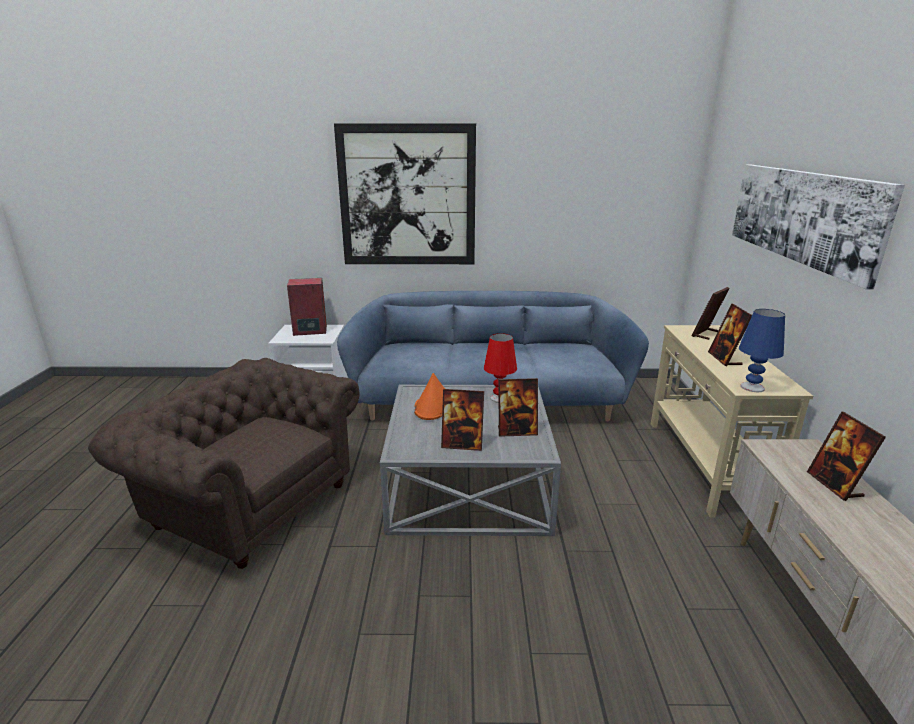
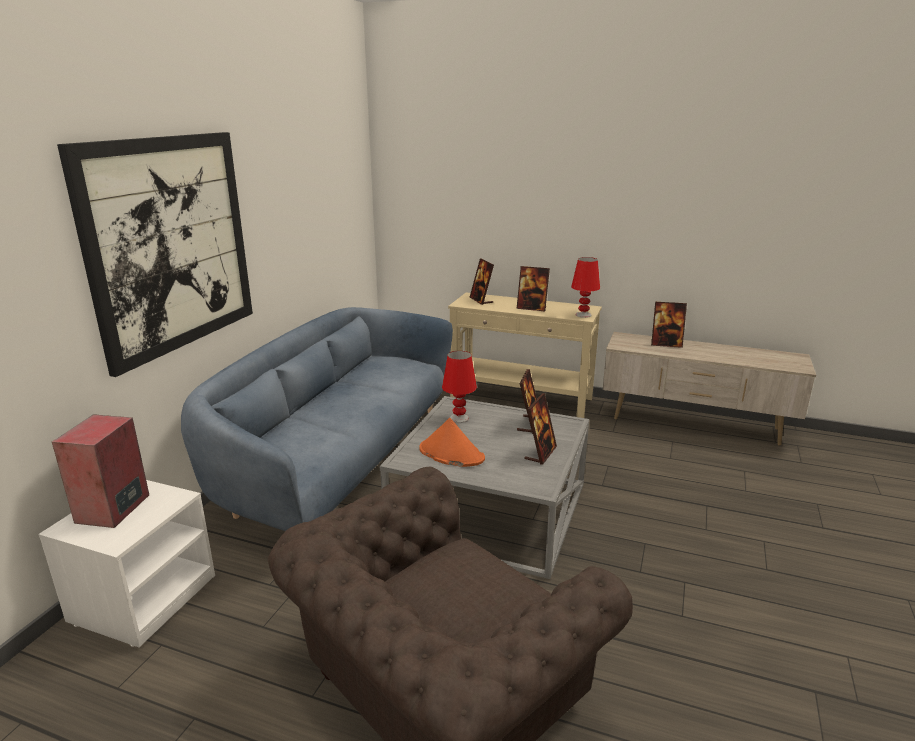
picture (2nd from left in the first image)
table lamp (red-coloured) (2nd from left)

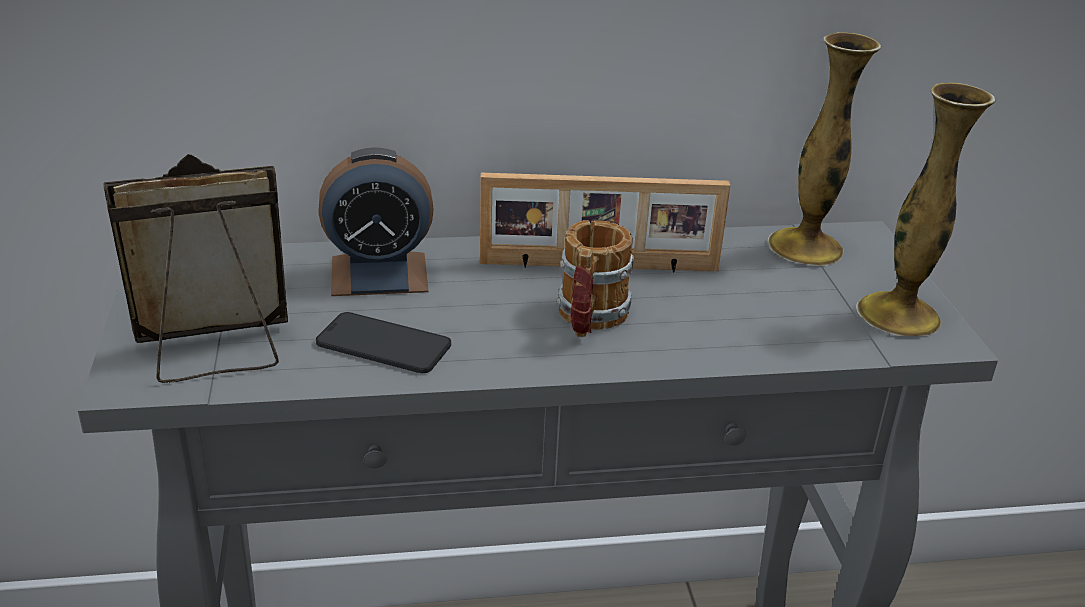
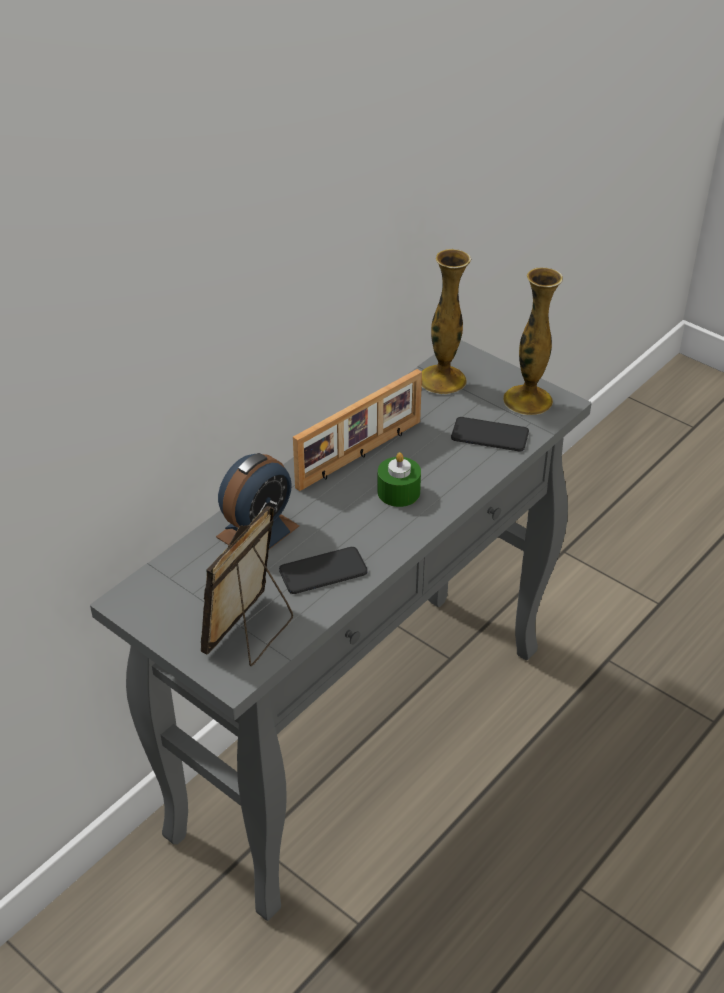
candle (green-coloured)
handset (2nd from left)

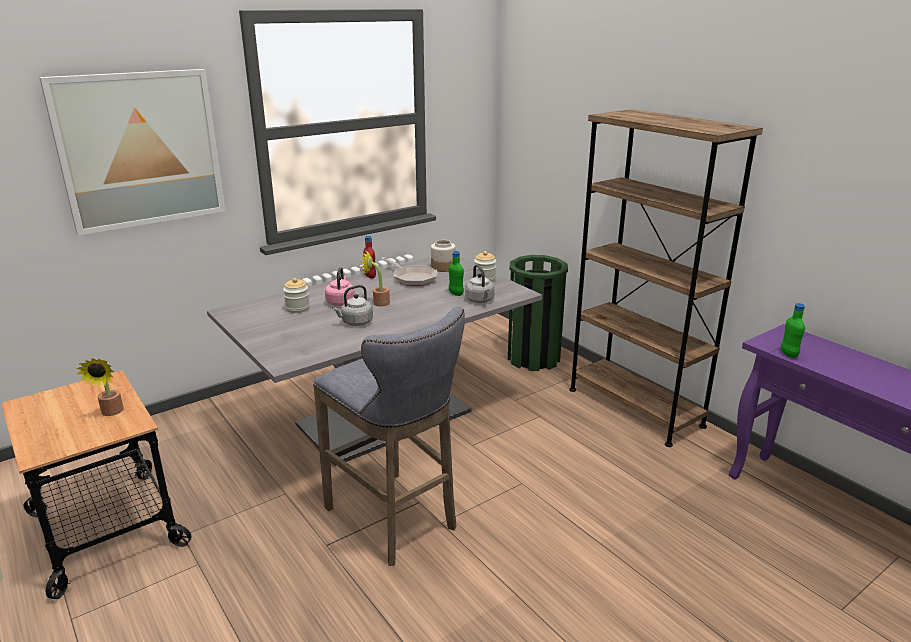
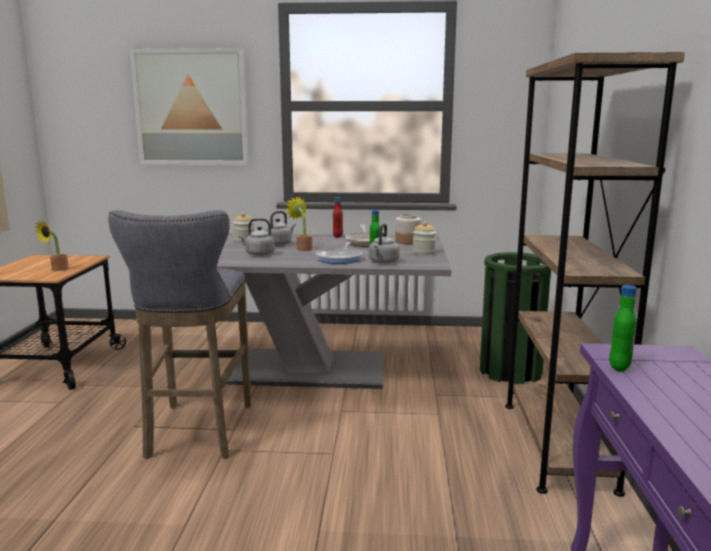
tea kettle (gray) (2nd from left)
pan (1st from left)

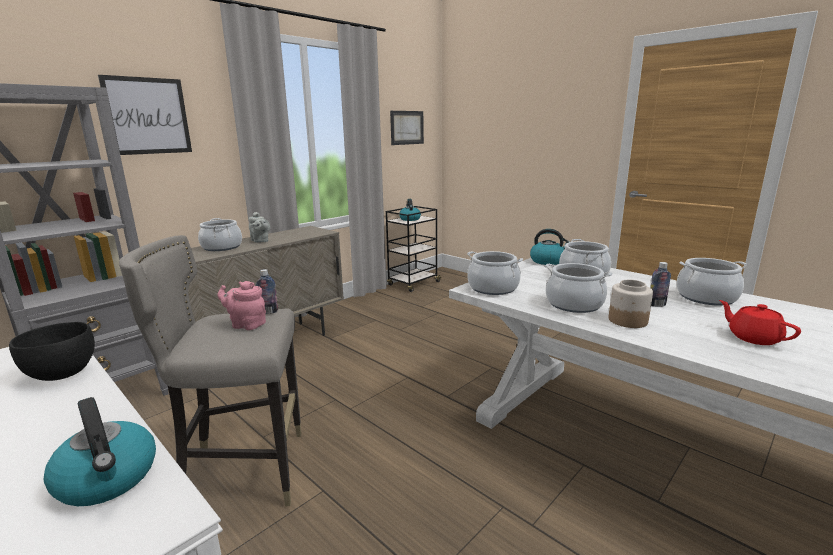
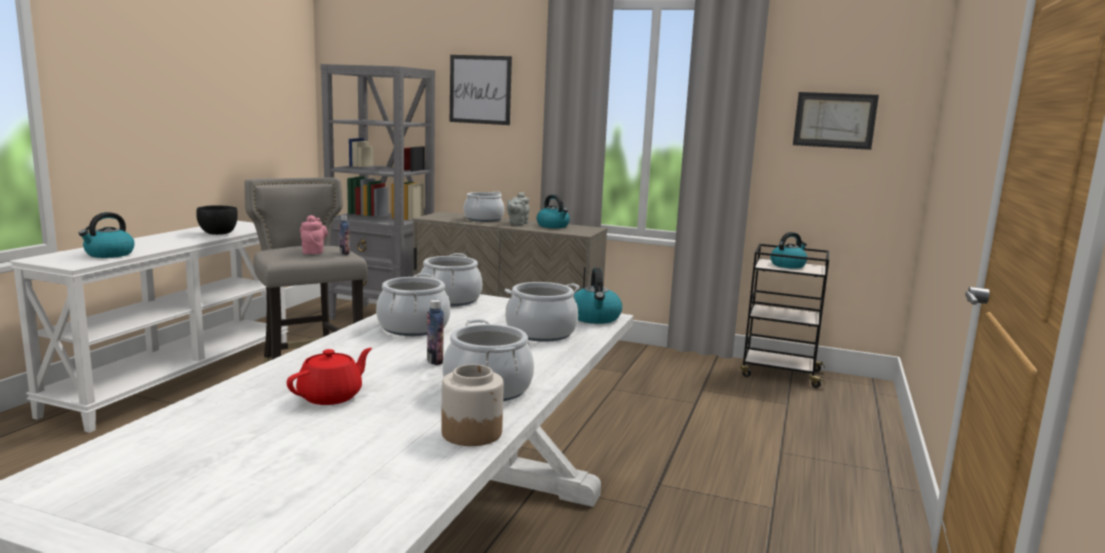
preserve jar
tea kettle (2nd from left)

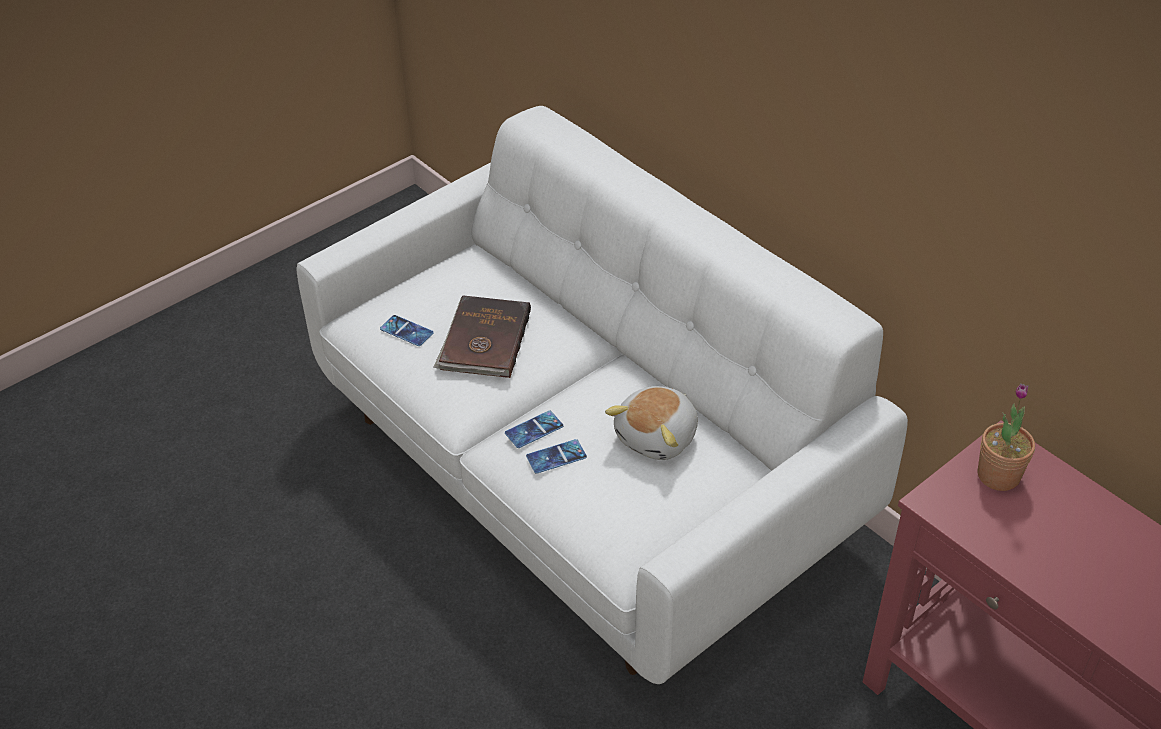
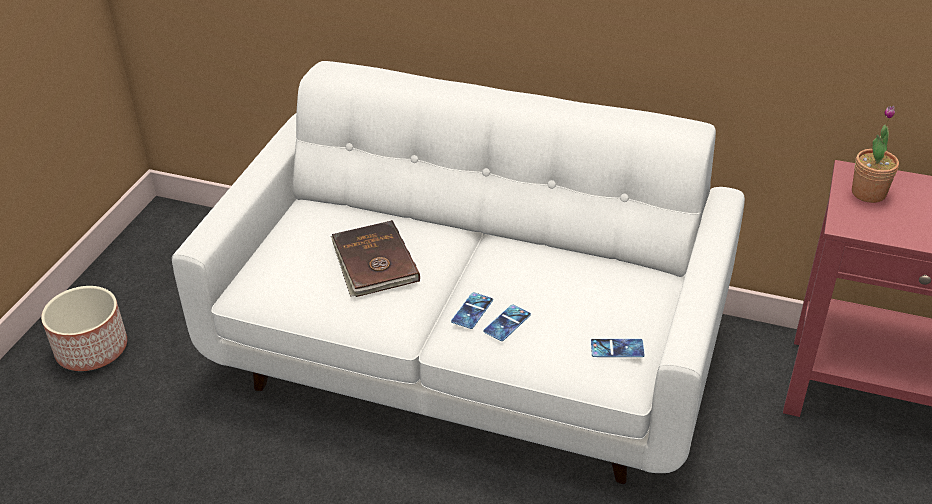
handset (3rd from left)
cuddly toy
planter

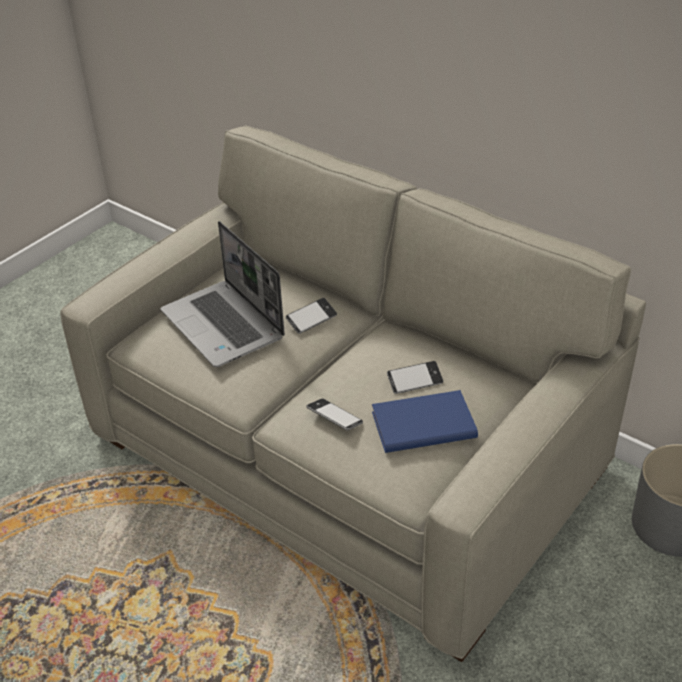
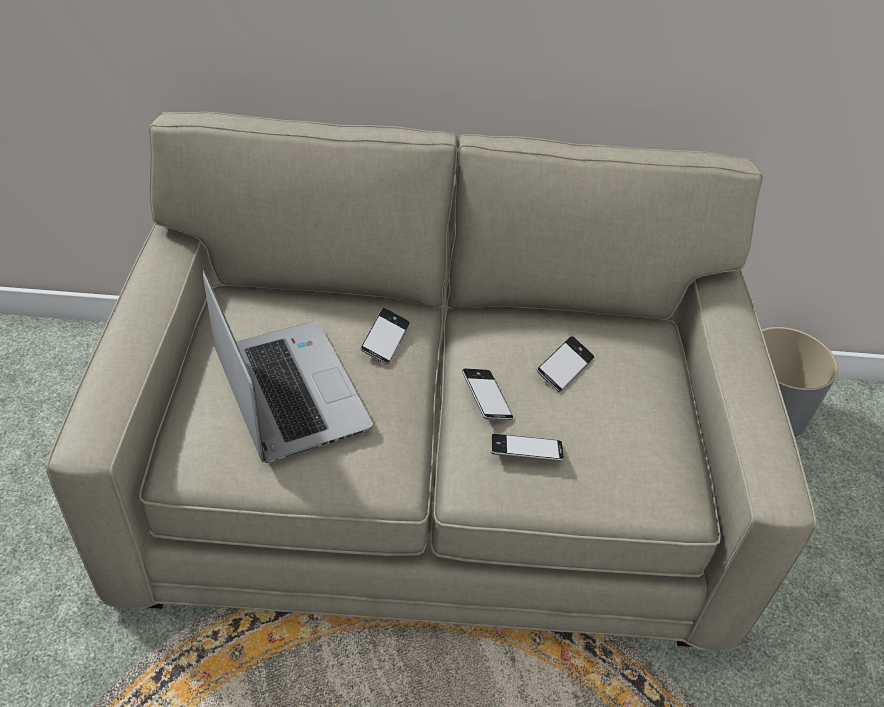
portable computer
book (blue)
handset (2nd from left)

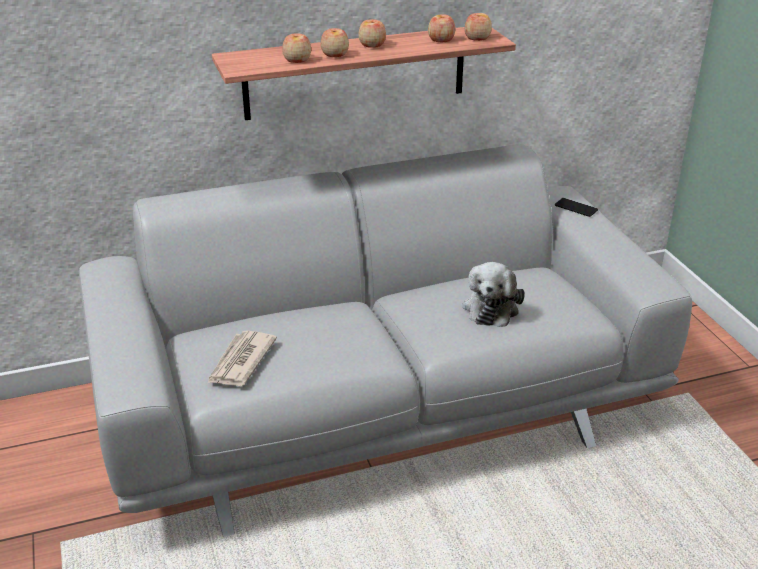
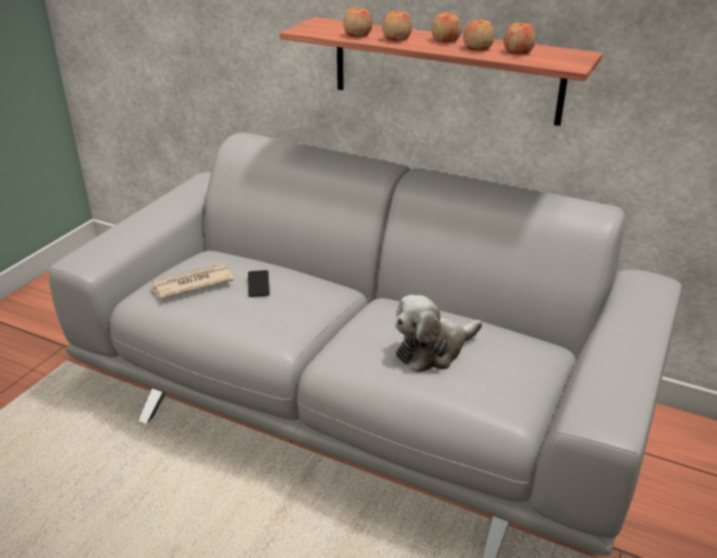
whole apple (4th from left)
handset

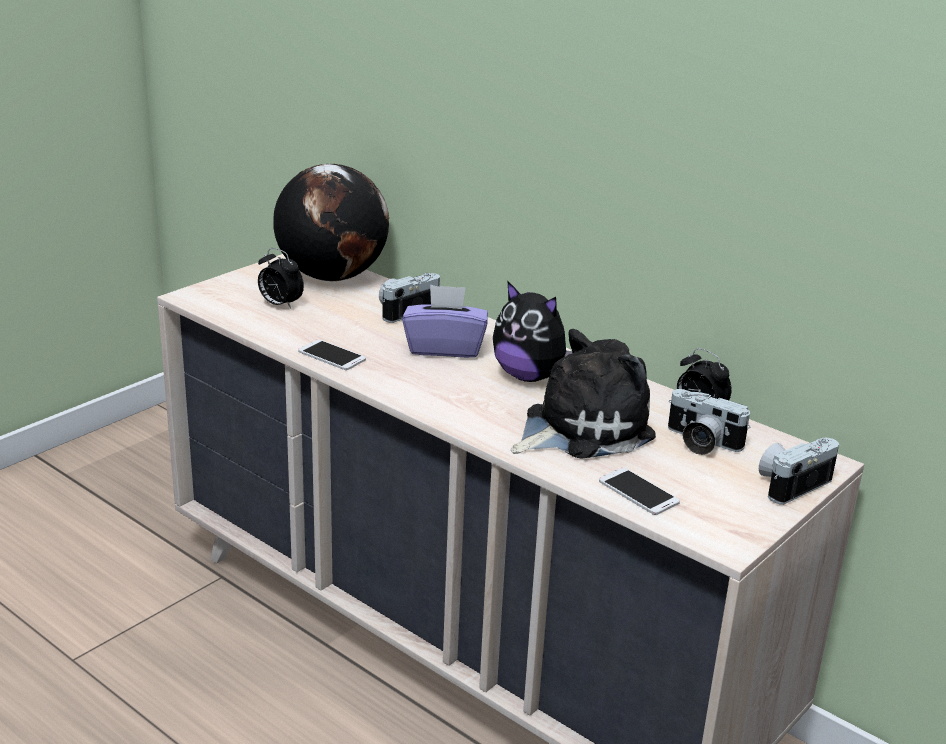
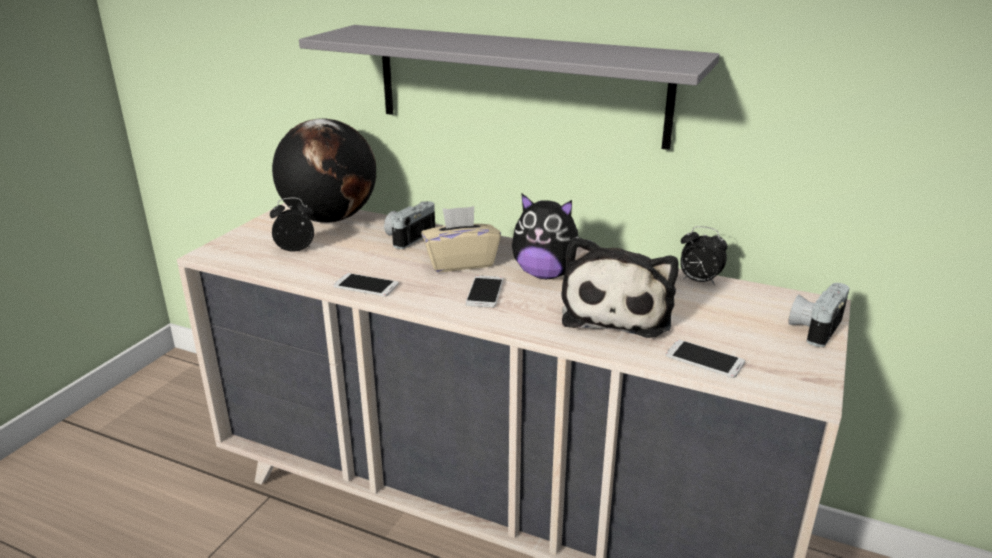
alarm clock (1st from left)
box of tissues (beige)
cuddly toy (2nd from left)
photo camera (2nd from left in the first image)
bracket shelf (gray)
handset (2nd from left)

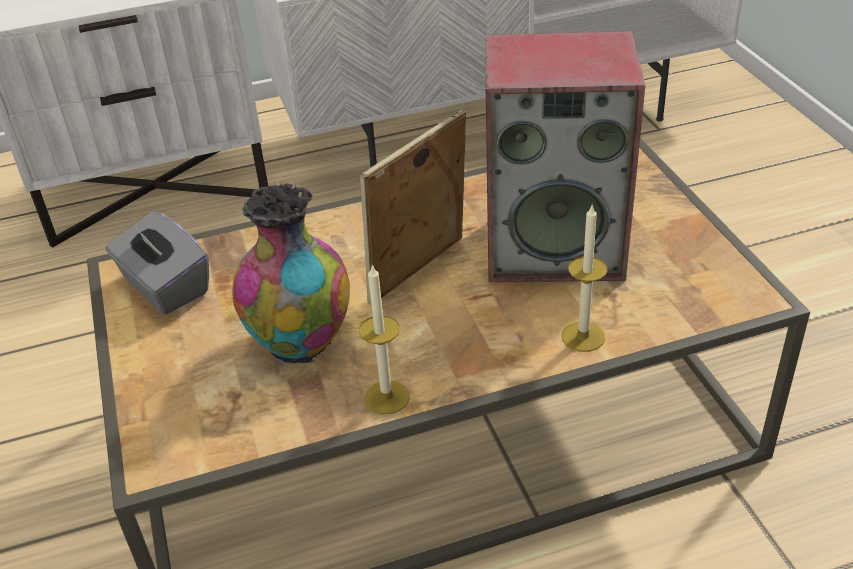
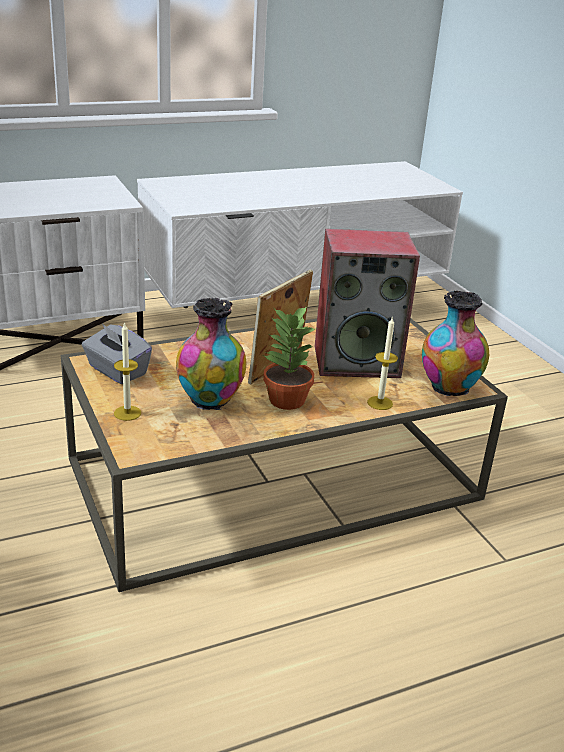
candle (1st from left)
flower vase (2nd from left)
houseplant

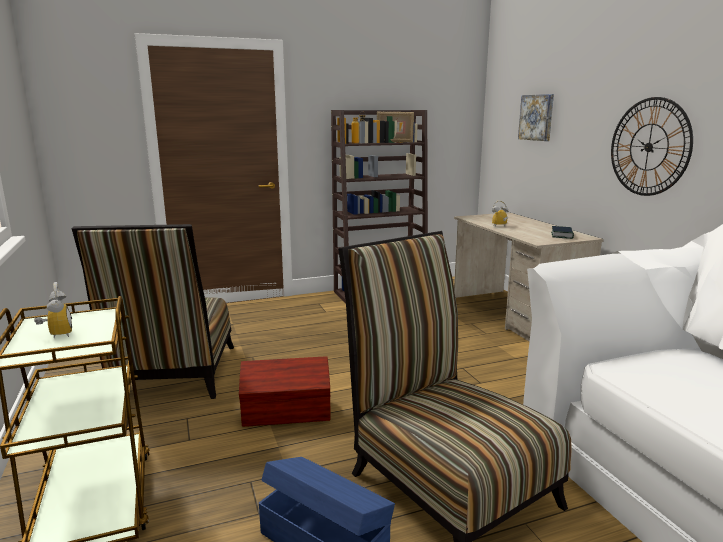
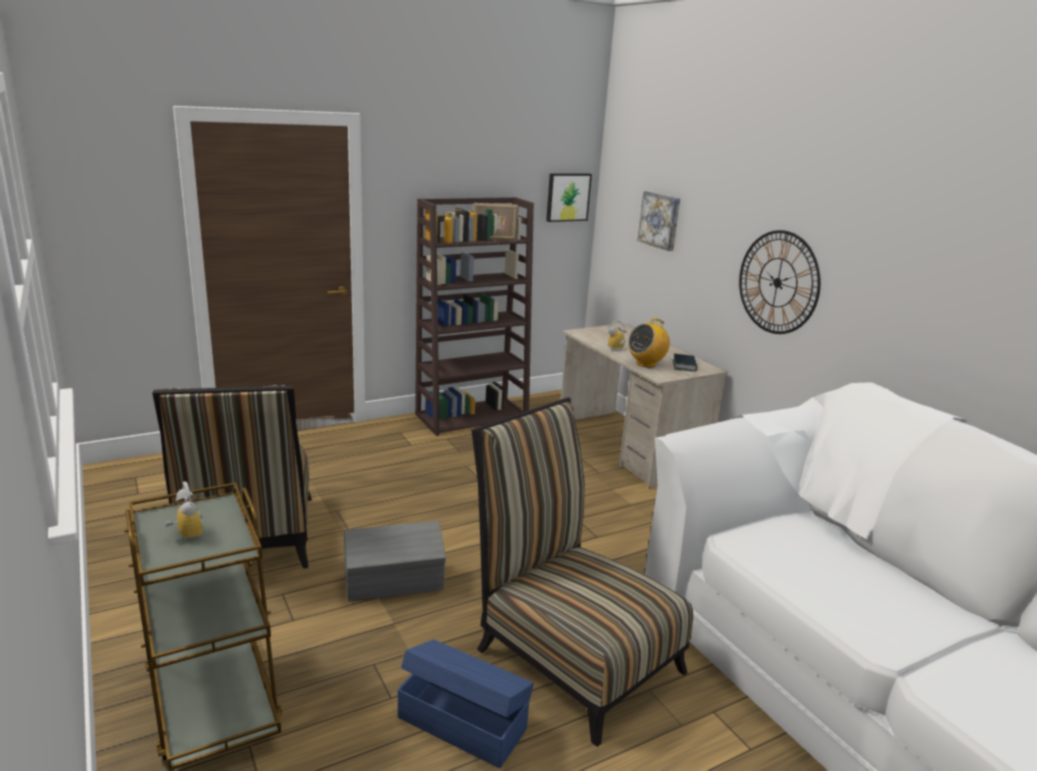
storage container (gray)
picture (1st from left)
radio

